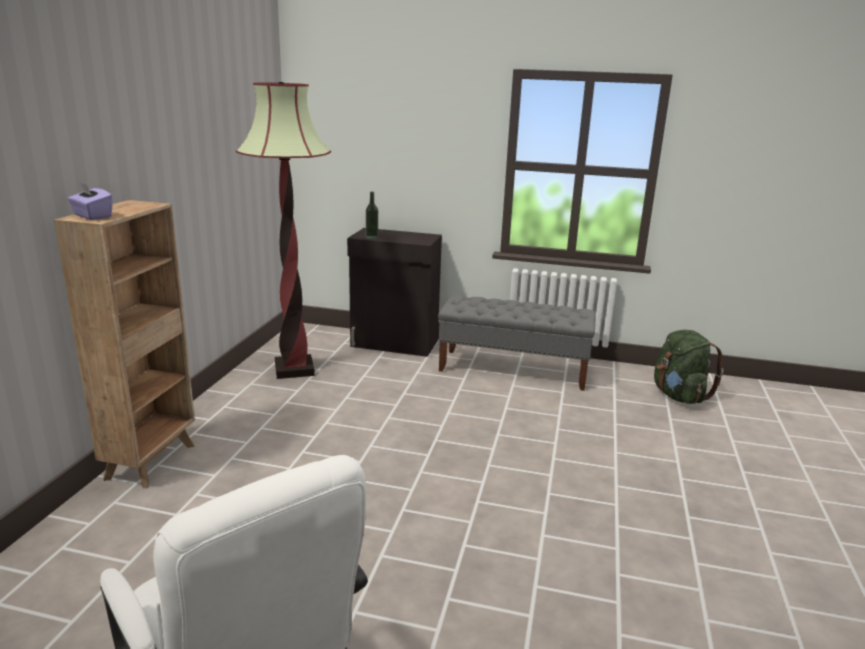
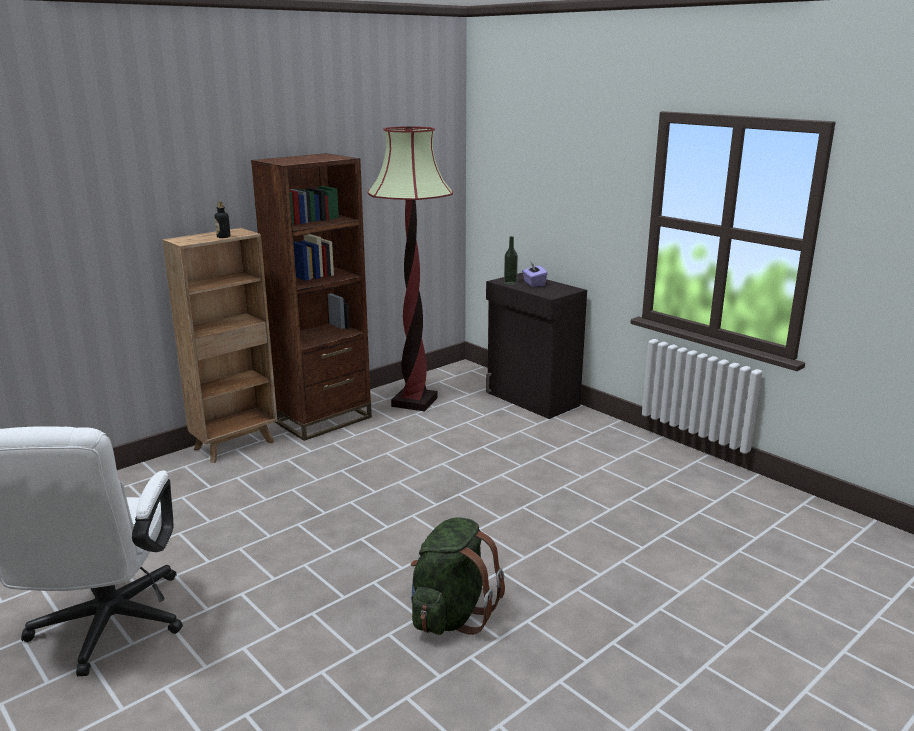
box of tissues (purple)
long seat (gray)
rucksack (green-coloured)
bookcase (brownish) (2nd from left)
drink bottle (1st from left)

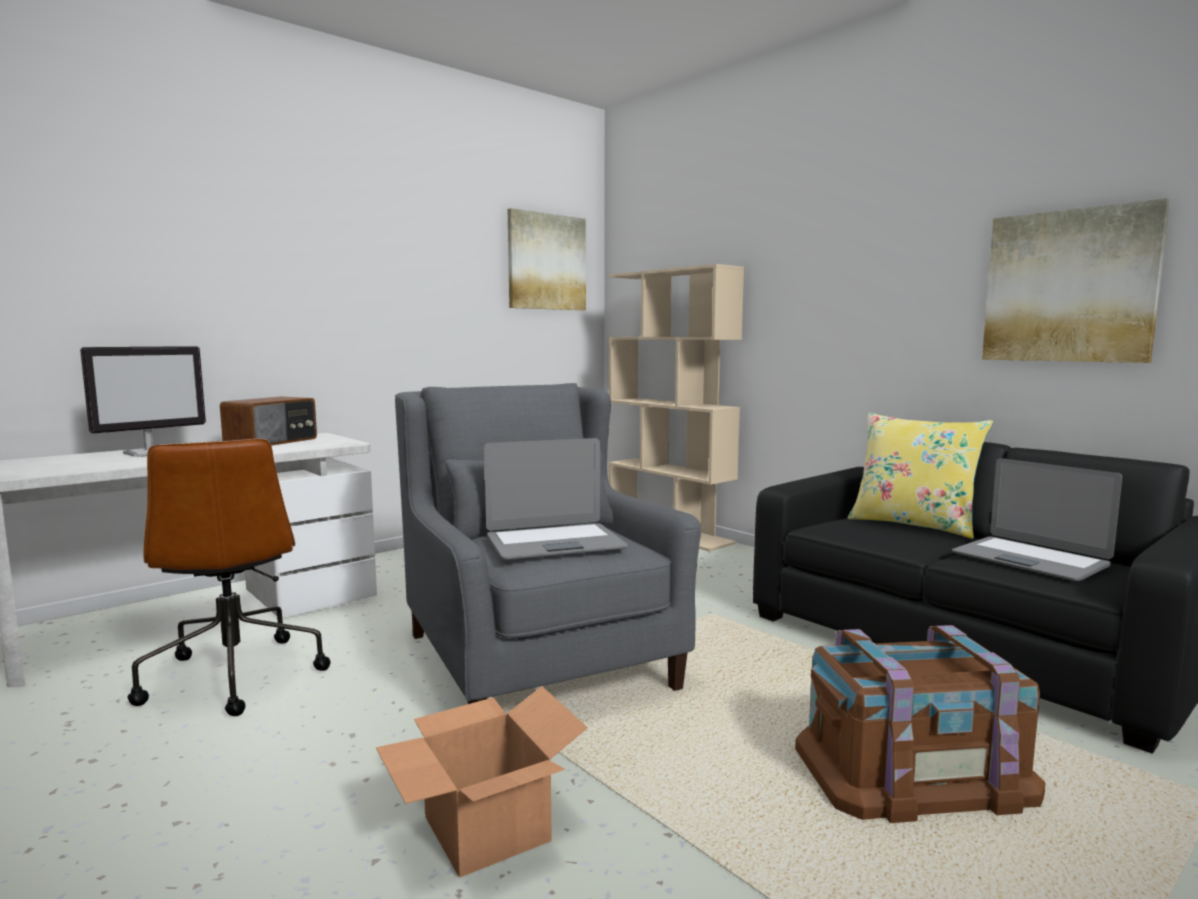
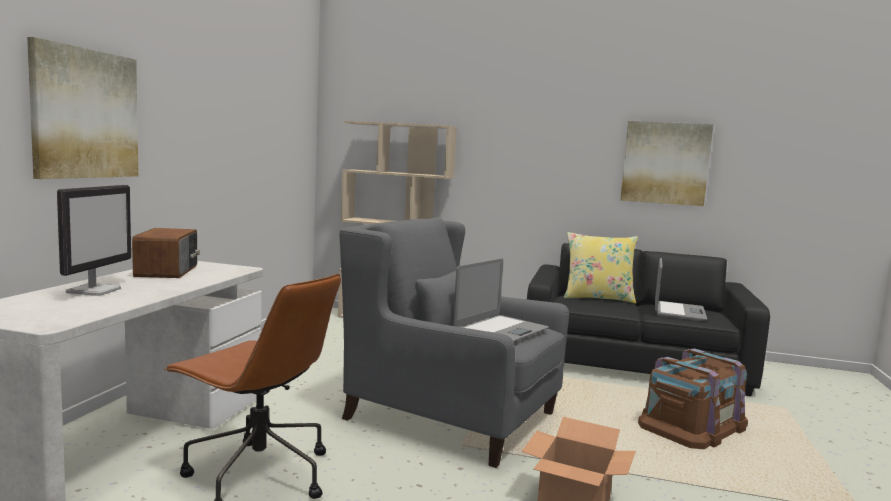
picture (1st from left)
portable computer (2nd from left)

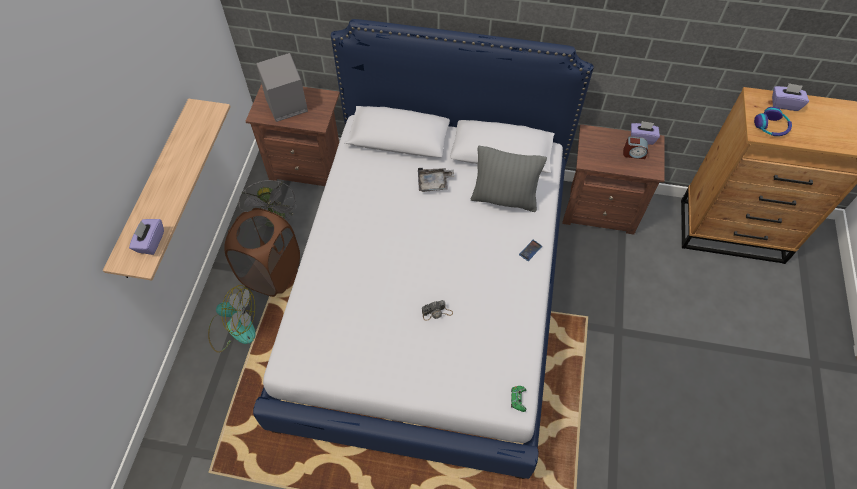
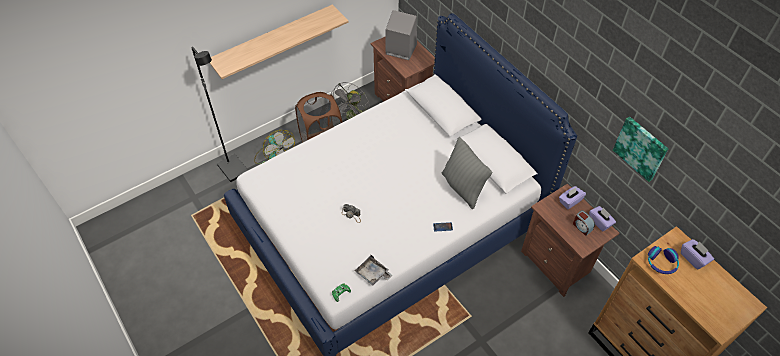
carrying tray (gray)
box of tissues (purple) (1st from left)
standing lamp (black-coloured)
picture

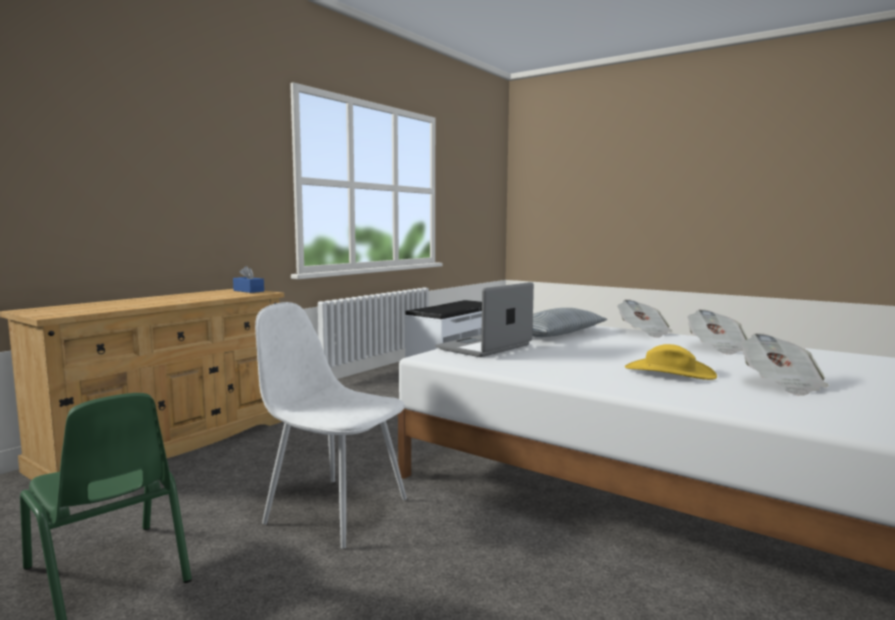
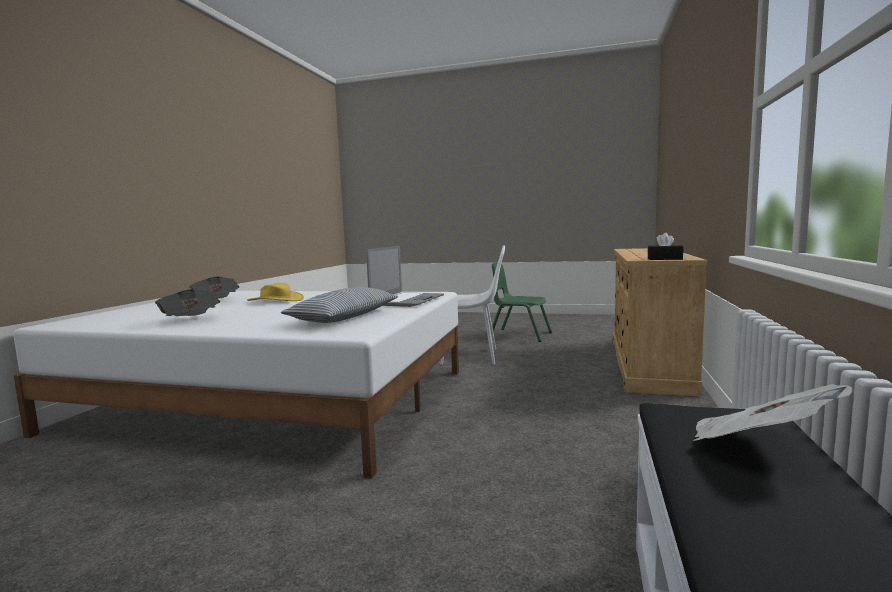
box of tissues (black-coloured)
daily paper (3rd from left)

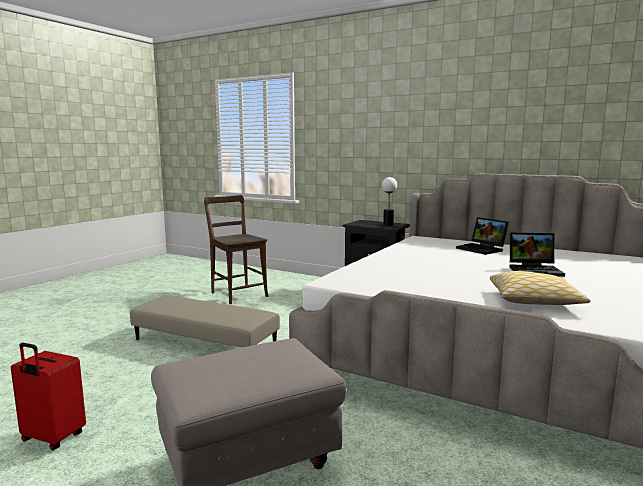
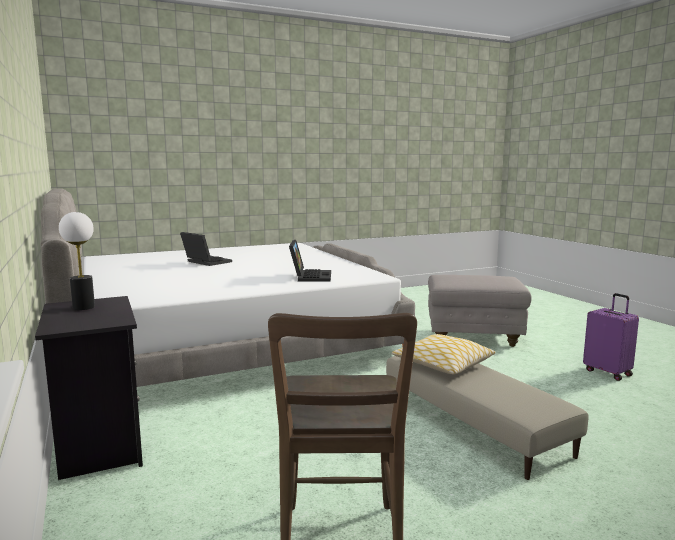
portable computer (2nd from left)
throw pillow
suitcase (purple)

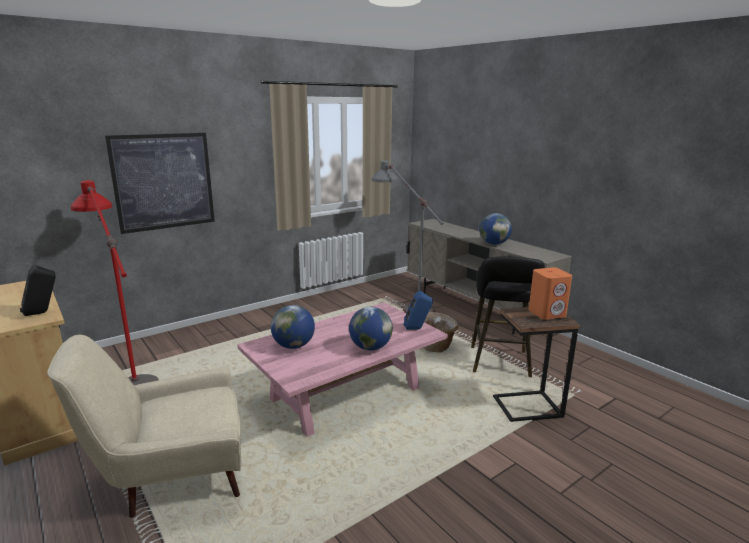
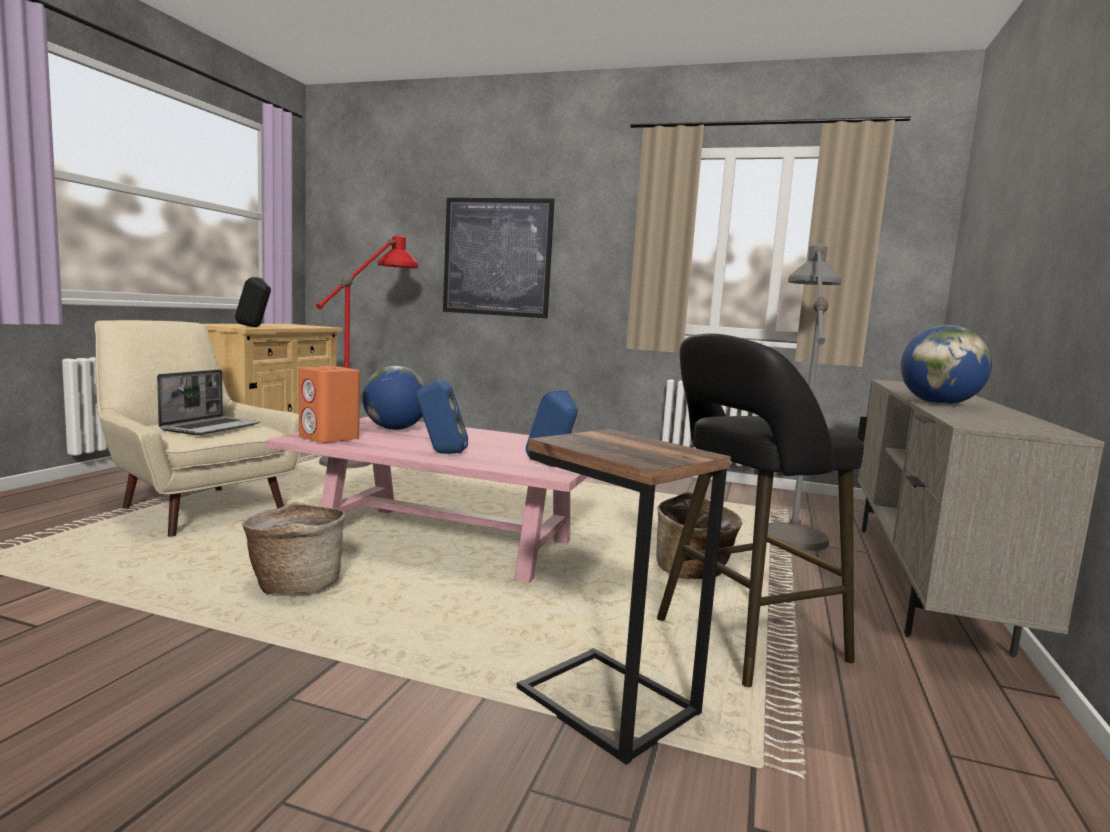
loudspeaker (orangey)
loudspeaker (blue) (1st from left)
portable computer
storage basket (1st from left)

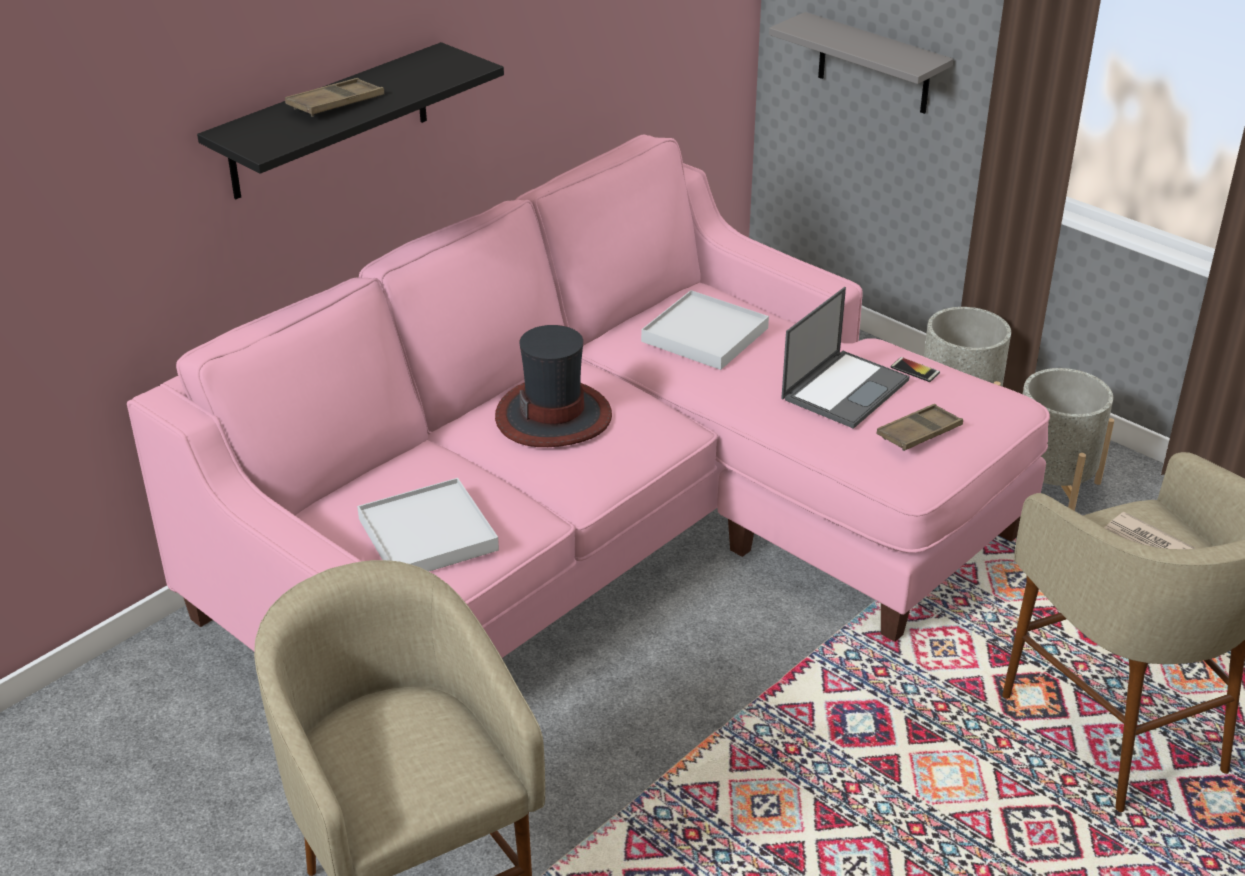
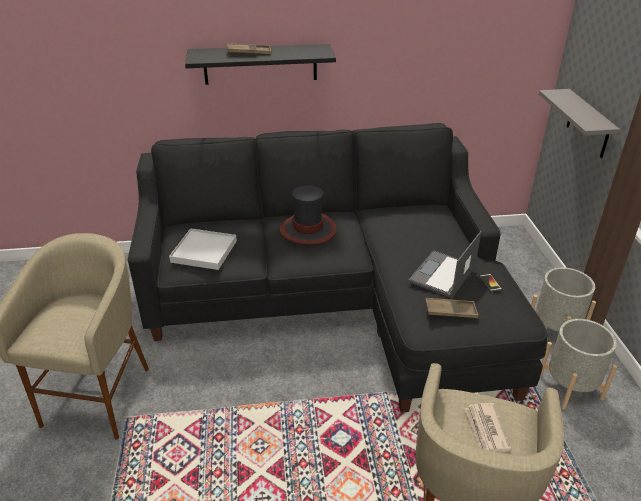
settee (black-coloured)
portable computer
carrying tray (white-coloured) (2nd from left in the first image)

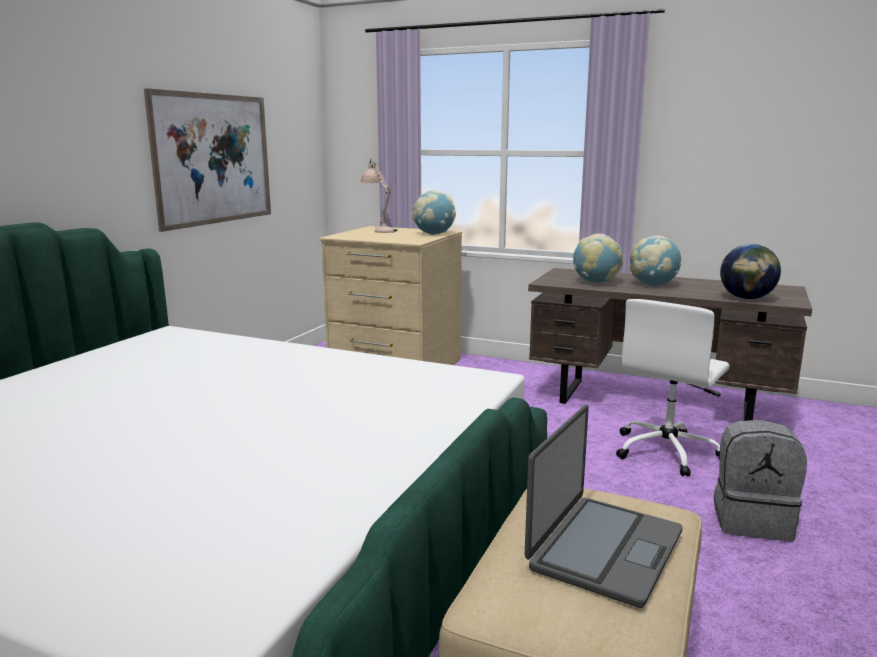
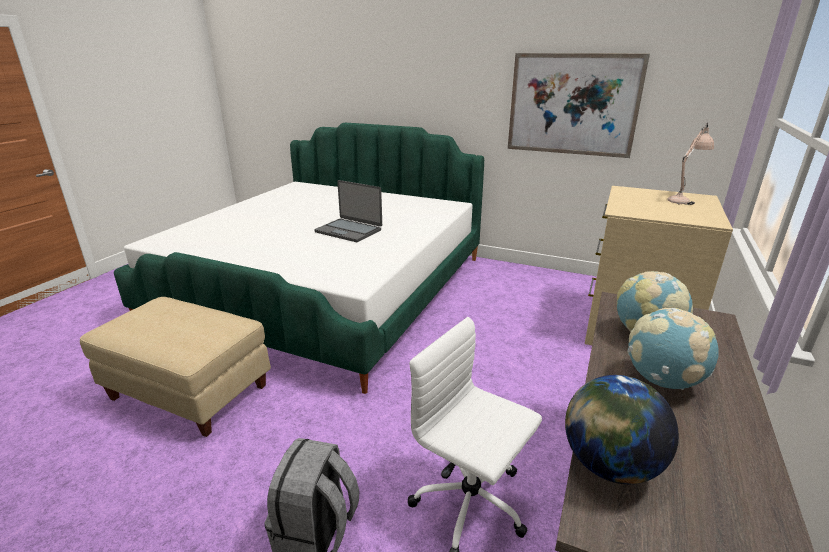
desk globe (1st from left in the first image)
portable computer

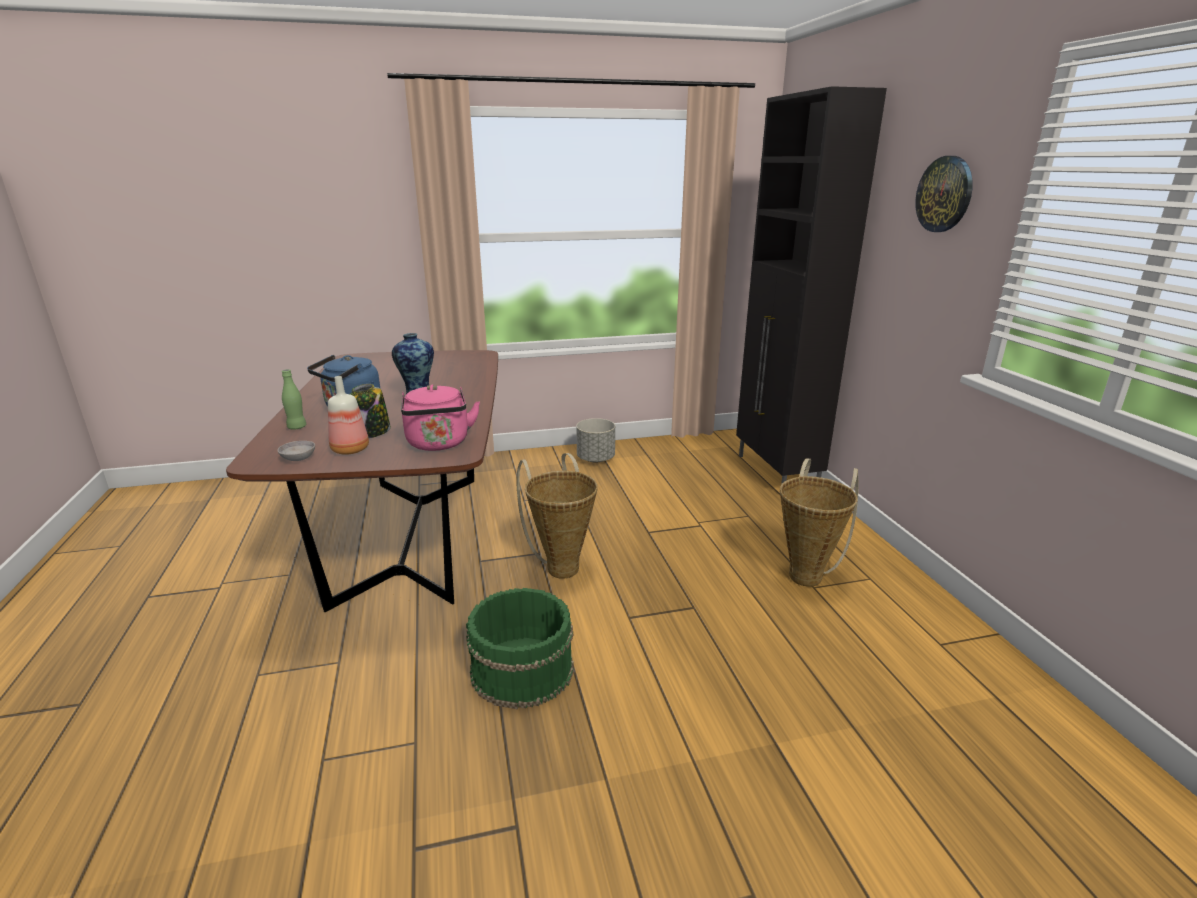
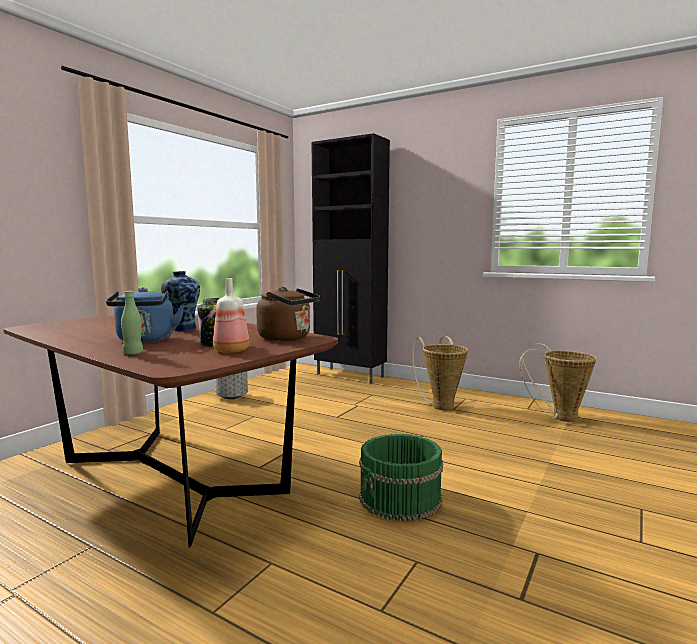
clock on the wall
tea kettle (brownish)
serving bowl (gray)
storage basket (2nd from left)

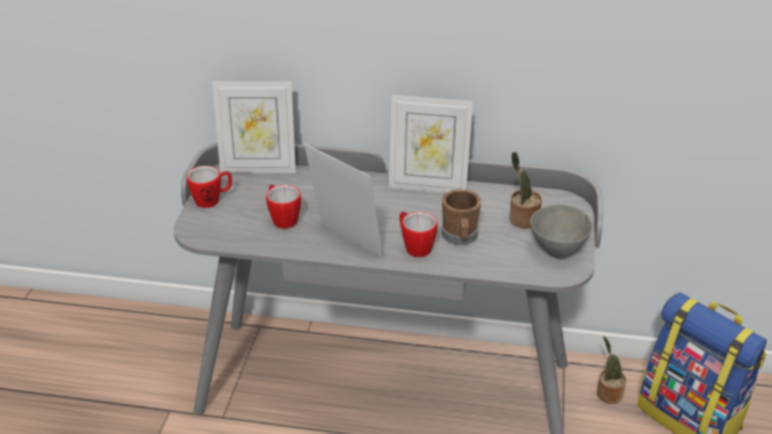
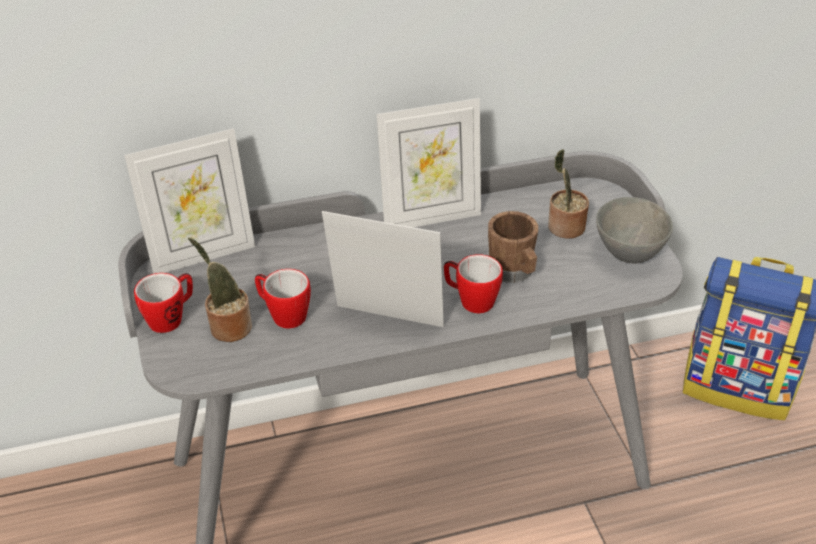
houseplant (1st from left)

